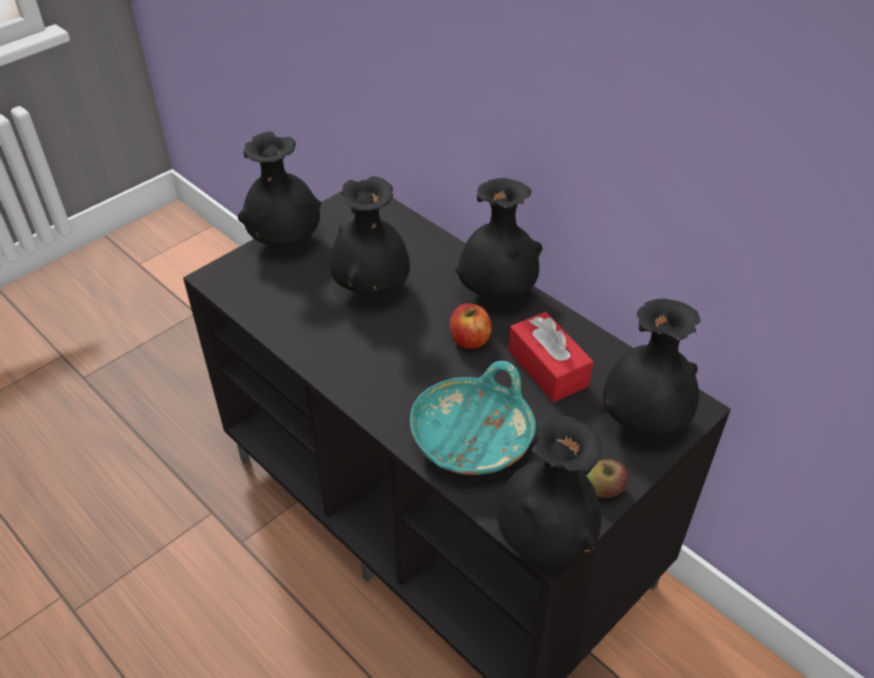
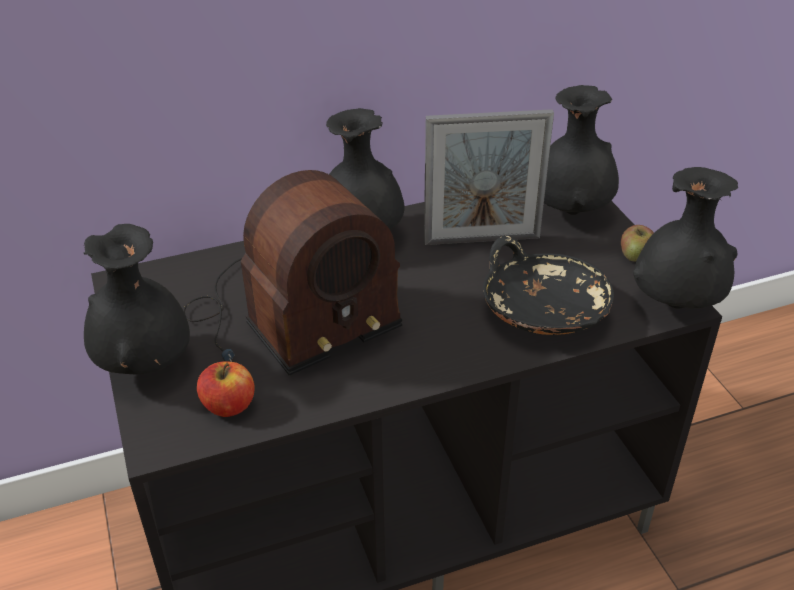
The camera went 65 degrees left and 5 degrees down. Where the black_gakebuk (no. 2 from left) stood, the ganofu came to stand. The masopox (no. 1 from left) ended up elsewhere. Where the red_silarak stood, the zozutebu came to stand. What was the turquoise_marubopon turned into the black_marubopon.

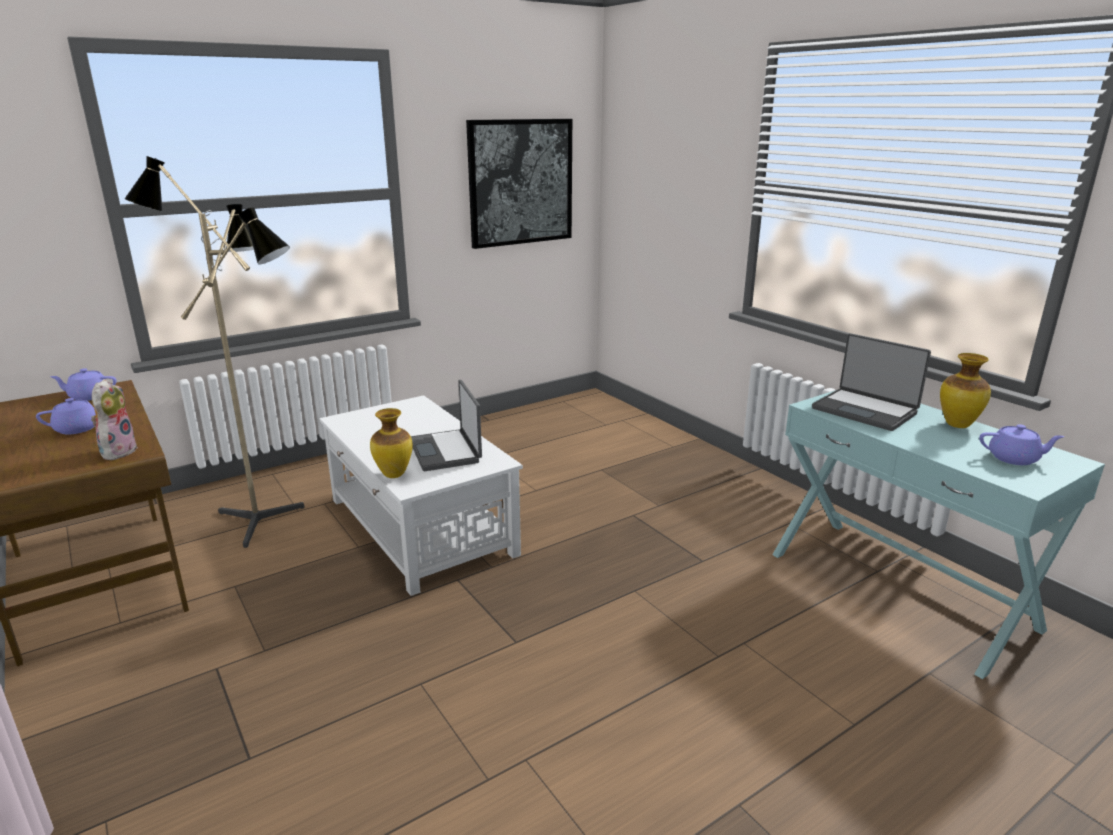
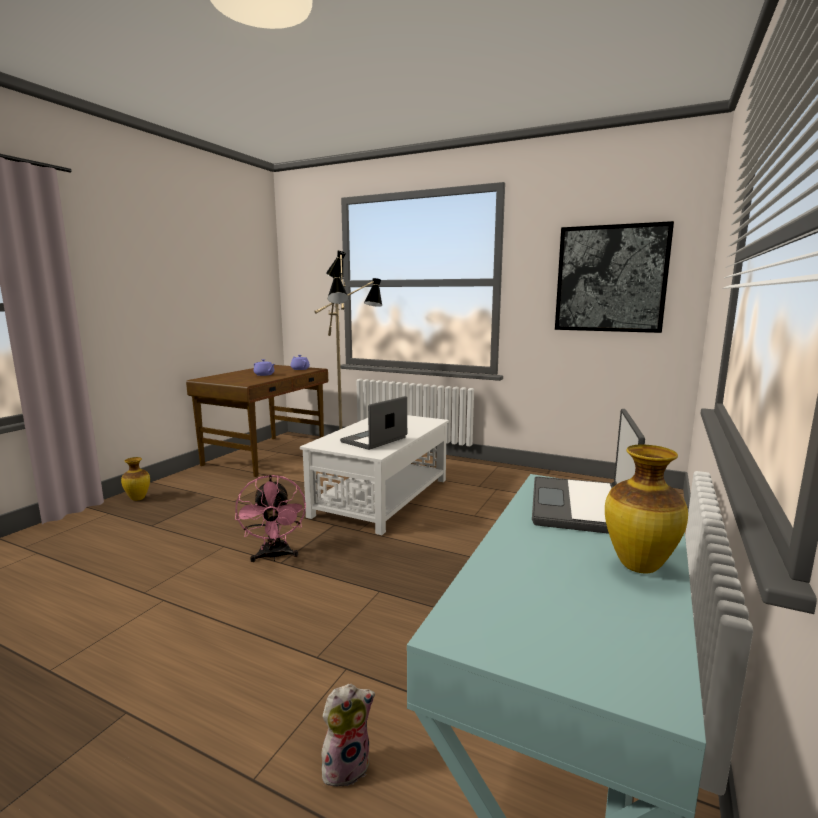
The camera went 60 degrees right and 10 degrees down. The gakebuk (no. 1 from left) ended up elsewhere. The second view gained the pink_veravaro. The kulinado ended up elsewhere. The second view lost the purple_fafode (no. 3 from left).

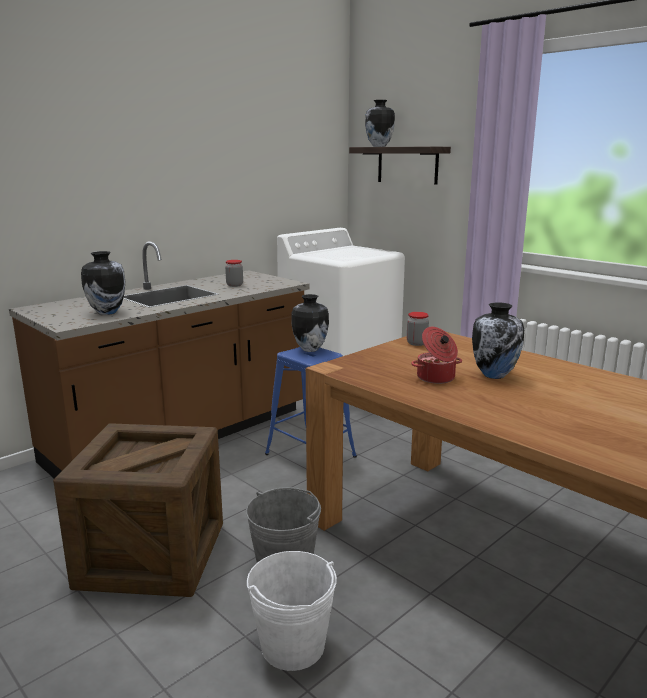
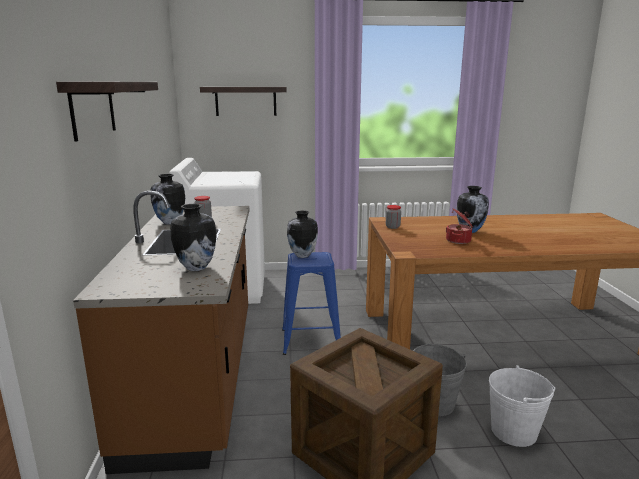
The camera went 50 degrees left and 0 degrees up. The second view gained the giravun (no. 1 from left). The gakebuk (no. 3 from left in the first image) ended up elsewhere.

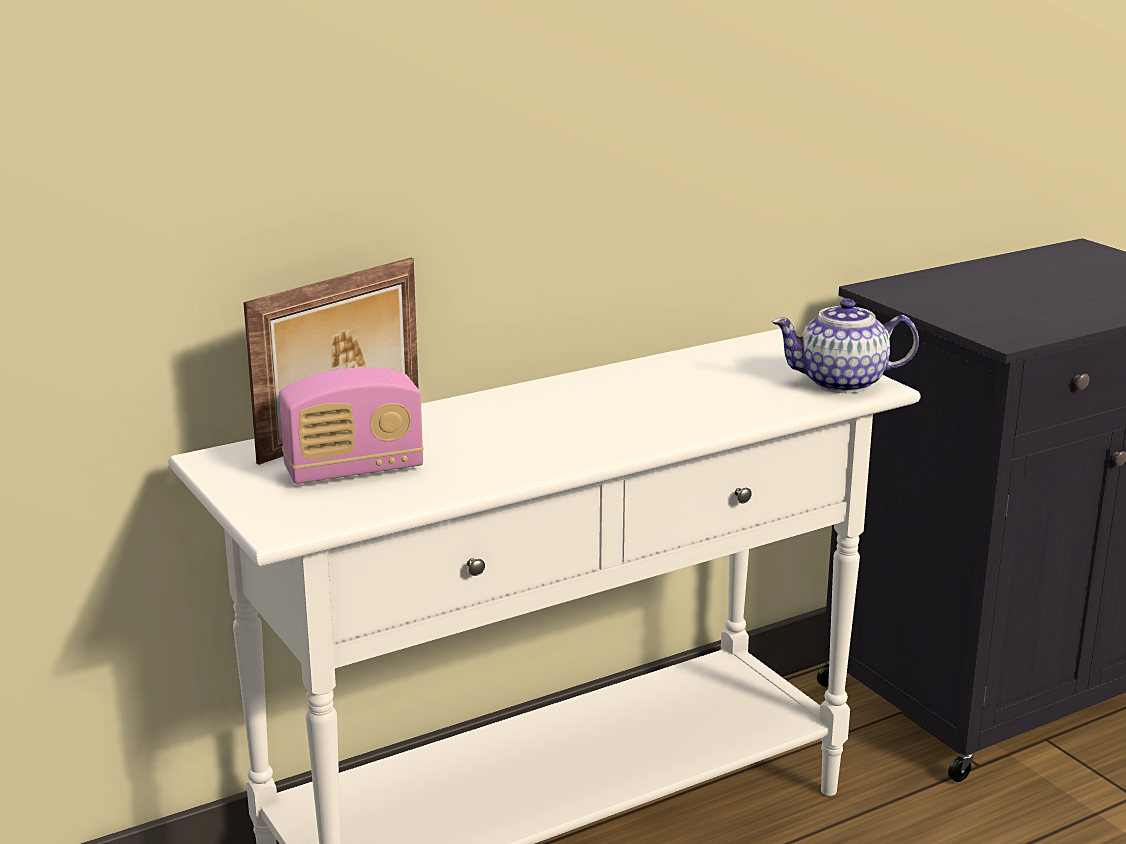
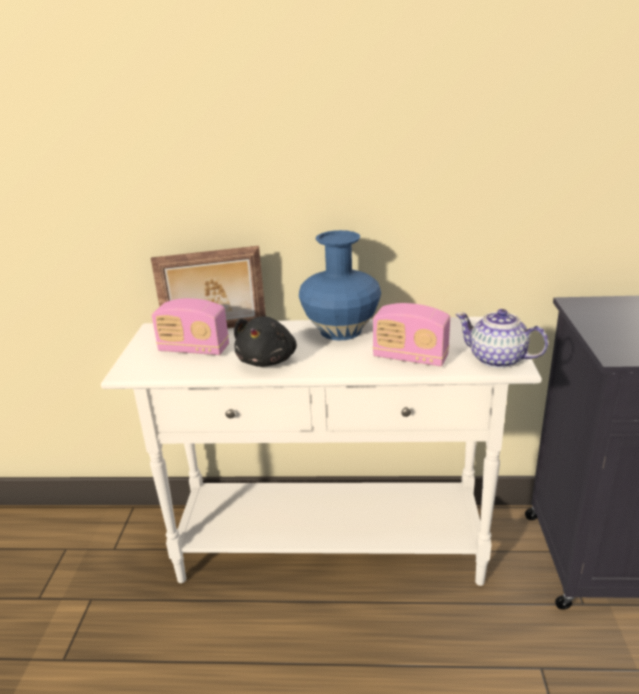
The camera went 35 degrees right and 5 degrees up. The second view gained the black_kulinado. The second view gained the blue_gakebuk. The second view gained the ganofu (no. 2 from left).

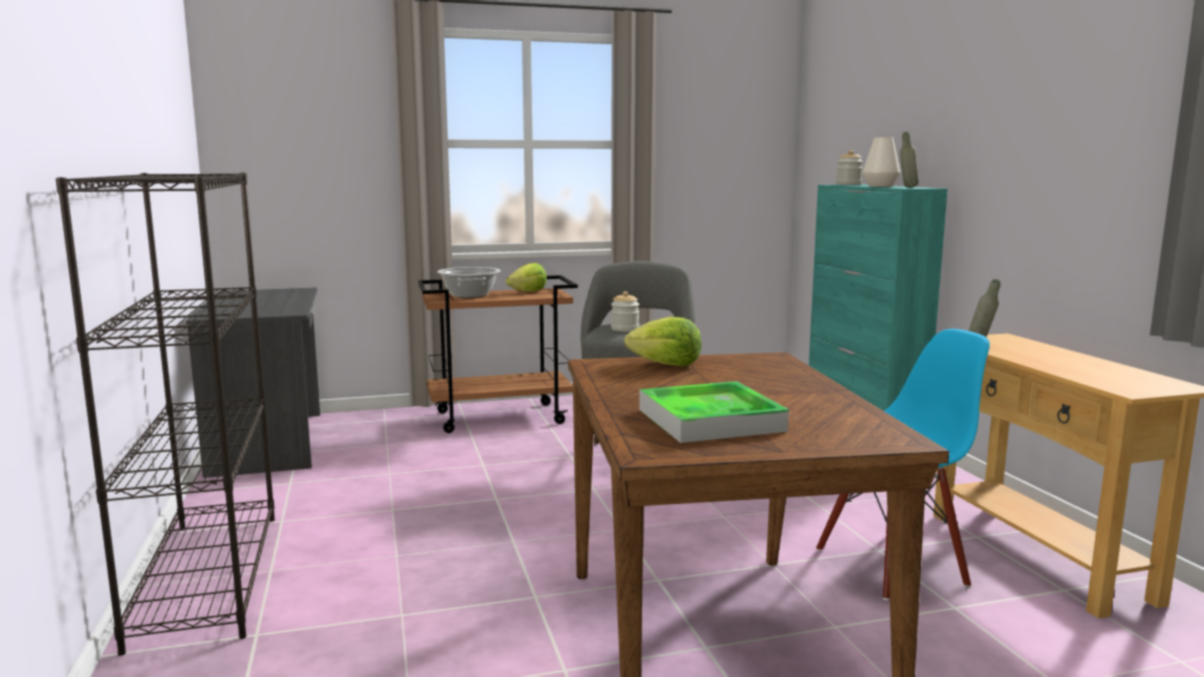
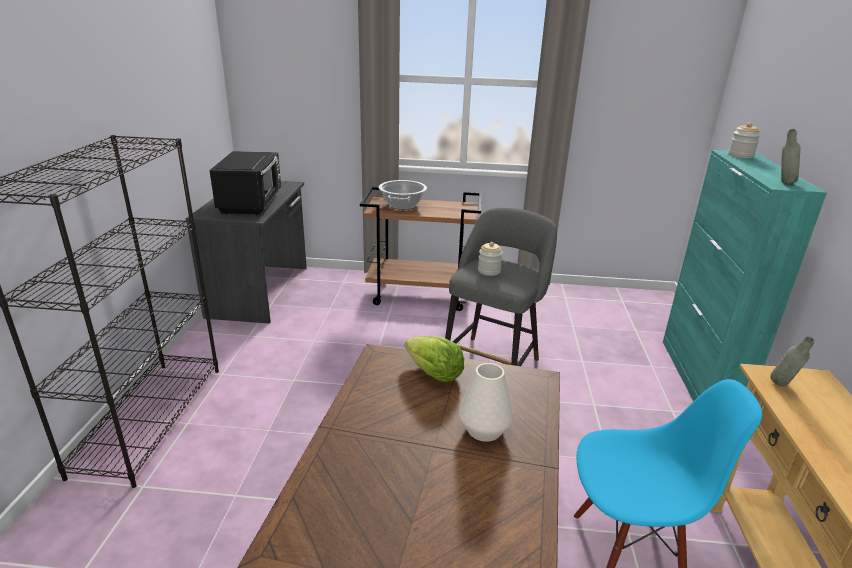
The camera went 20 degrees right and 15 degrees up. The second view gained the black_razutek. The white_gakebuk ended up elsewhere. The second view lost the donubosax (no. 1 from left). The second view lost the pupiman.

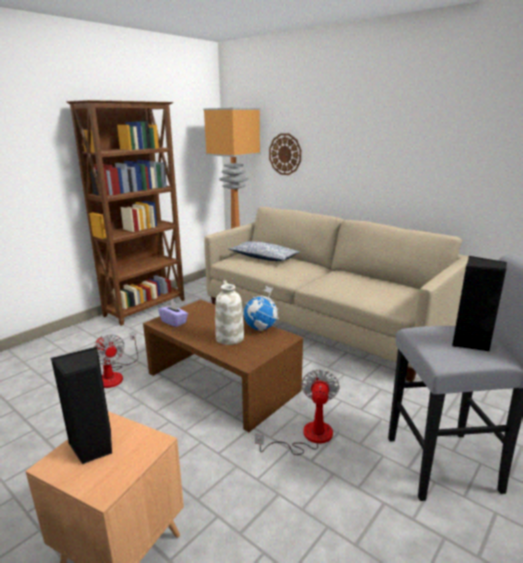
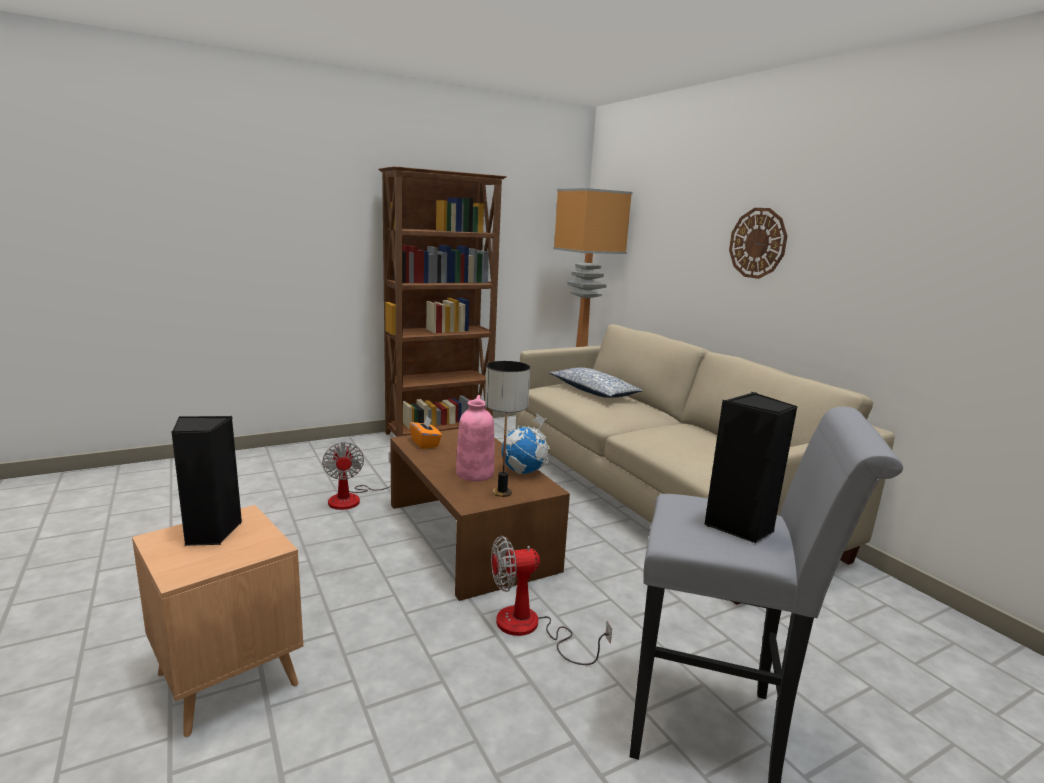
The camera went 20 degrees right and 5 degrees down. What was the purple_silarak turned into the orange_silarak. What was the white_gakebuk turned into the pink_gakebuk. The second view gained the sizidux. The veravaro (no. 2 from left) ended up facing another way, 135 degrees counterclockwise from before. The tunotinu ended up elsewhere.

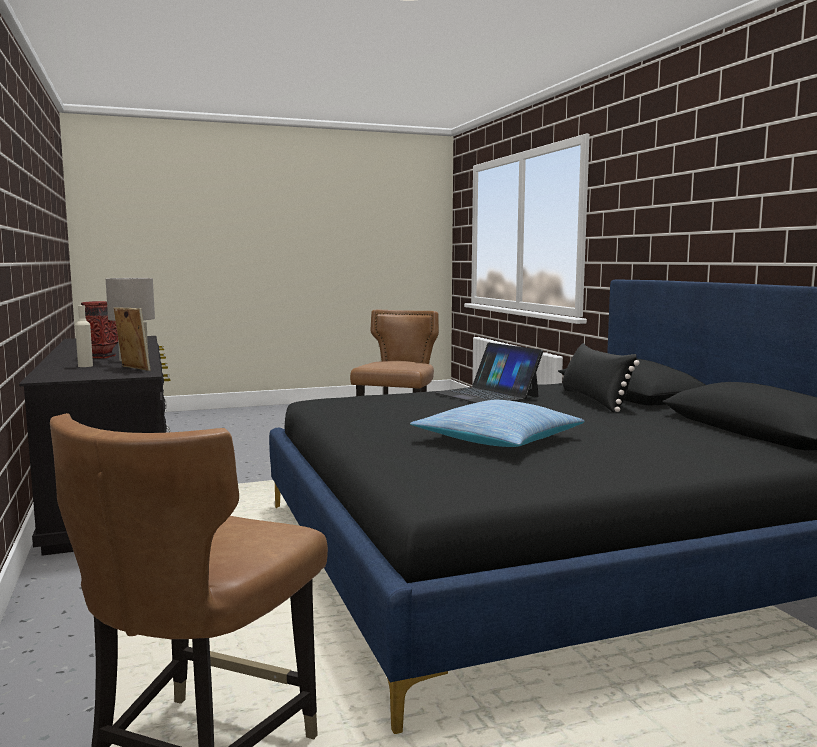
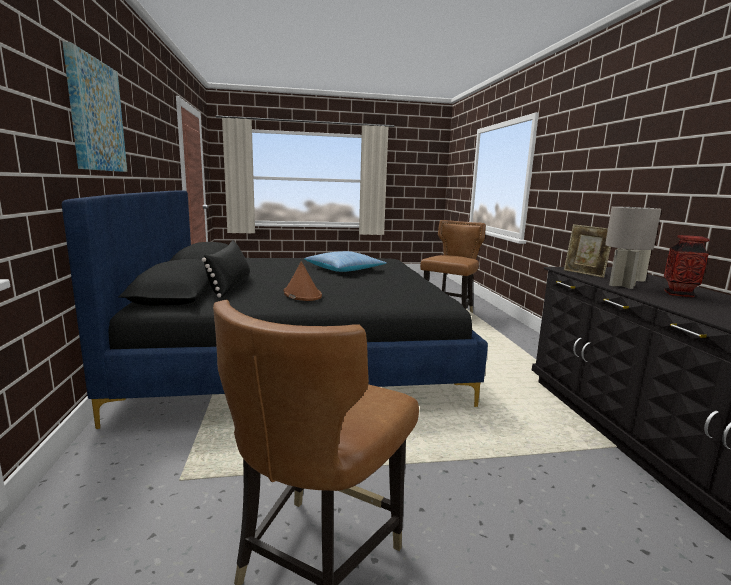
The camera went 170 degrees left and 5 degrees up. The second view gained the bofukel. Where the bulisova stood, the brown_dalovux came to stand.

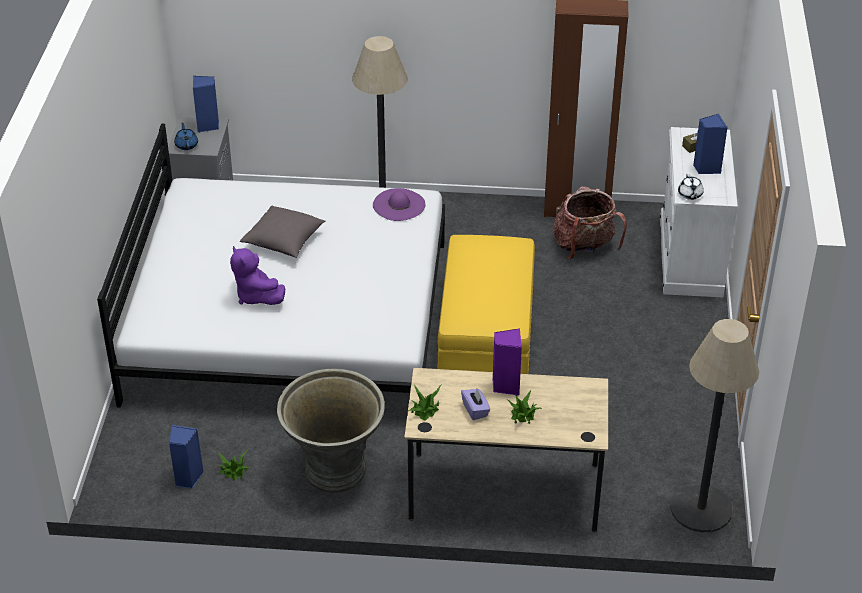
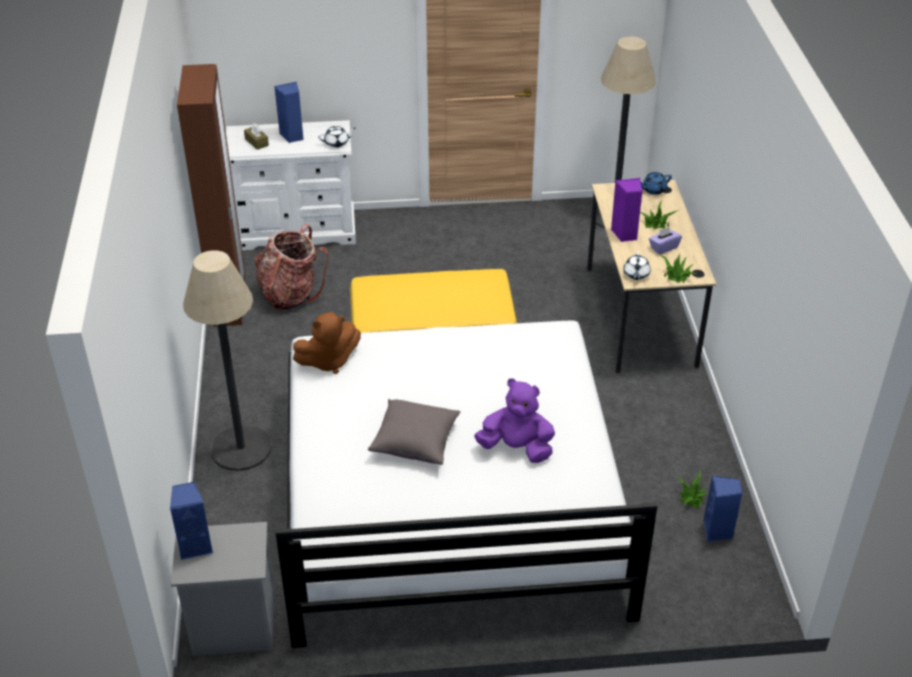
The camera went 100 degrees left and 0 degrees up. Where the purple_dalovux stood, the brown_kulinado came to stand. The purple_kulinado ended up facing another way, 120 degrees counterclockwise from before. The second view gained the white_fafode (no. 2 from left). The blue_fafode ended up elsewhere. The second view lost the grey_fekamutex.

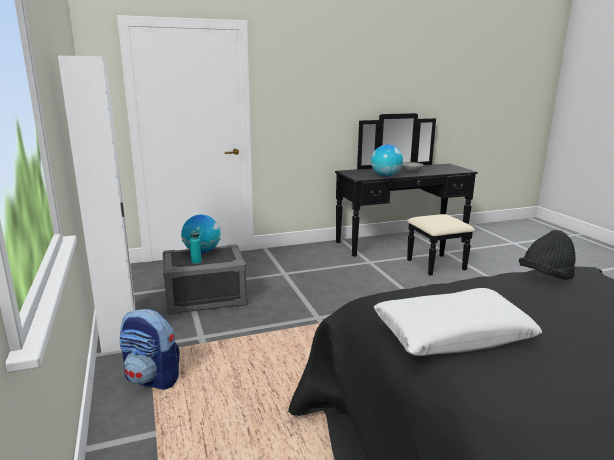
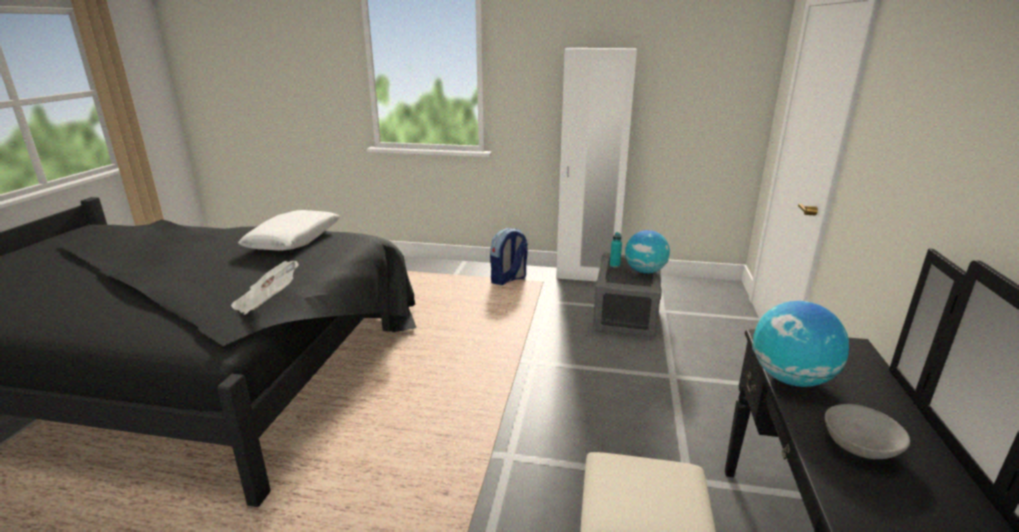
The camera went 120 degrees right and 5 degrees up. Where the black_dalovux stood, the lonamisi came to stand.

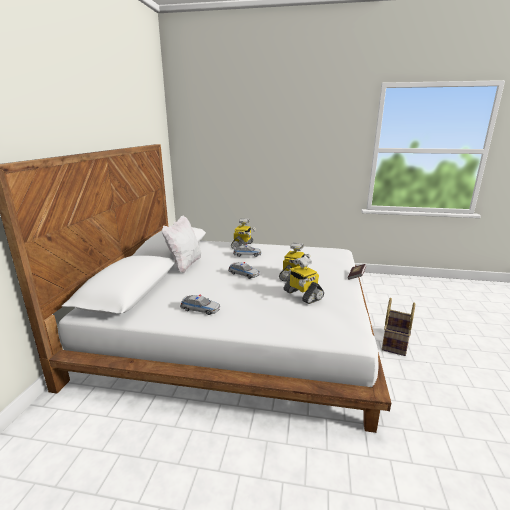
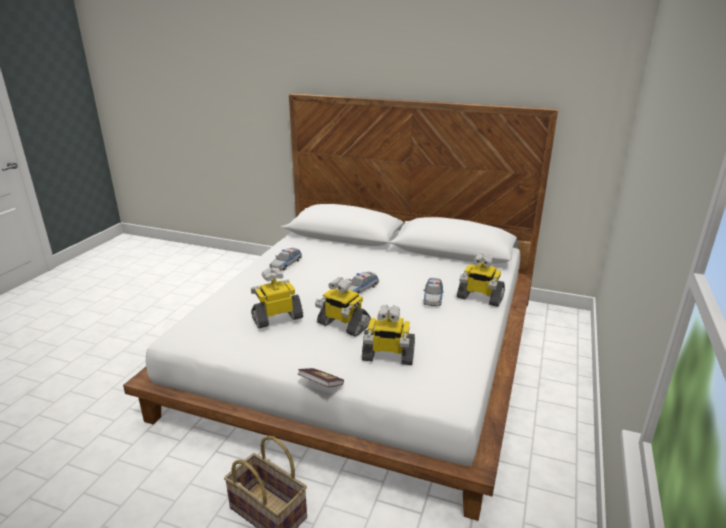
The camera went 100 degrees right and 5 degrees up. The second view gained the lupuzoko (no. 3 from left). The second view lost the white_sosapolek.

